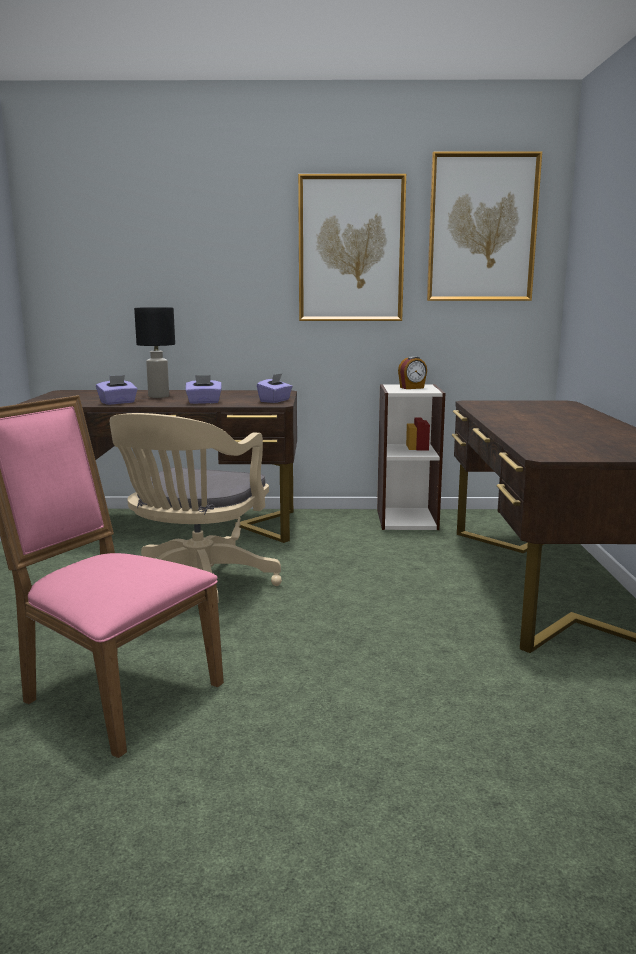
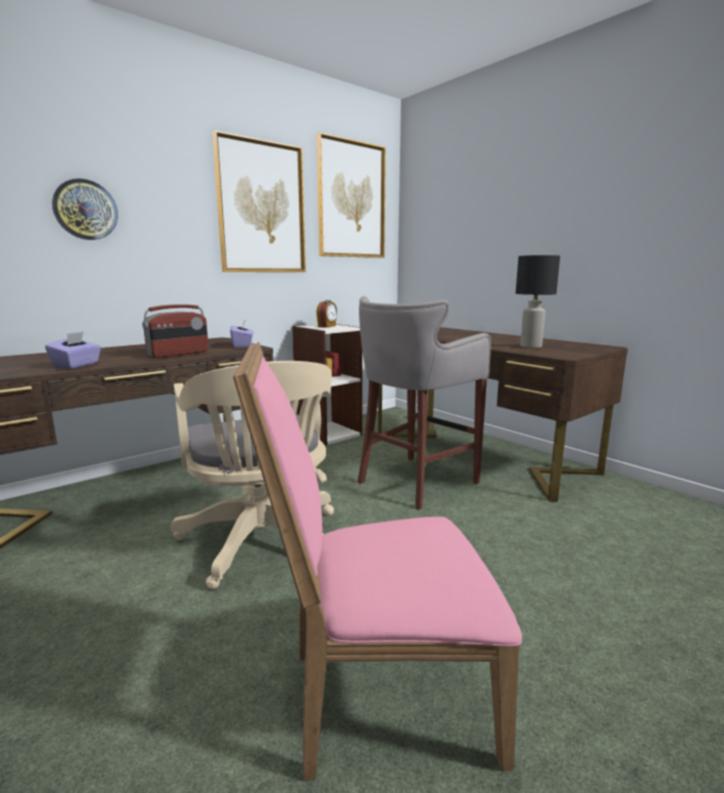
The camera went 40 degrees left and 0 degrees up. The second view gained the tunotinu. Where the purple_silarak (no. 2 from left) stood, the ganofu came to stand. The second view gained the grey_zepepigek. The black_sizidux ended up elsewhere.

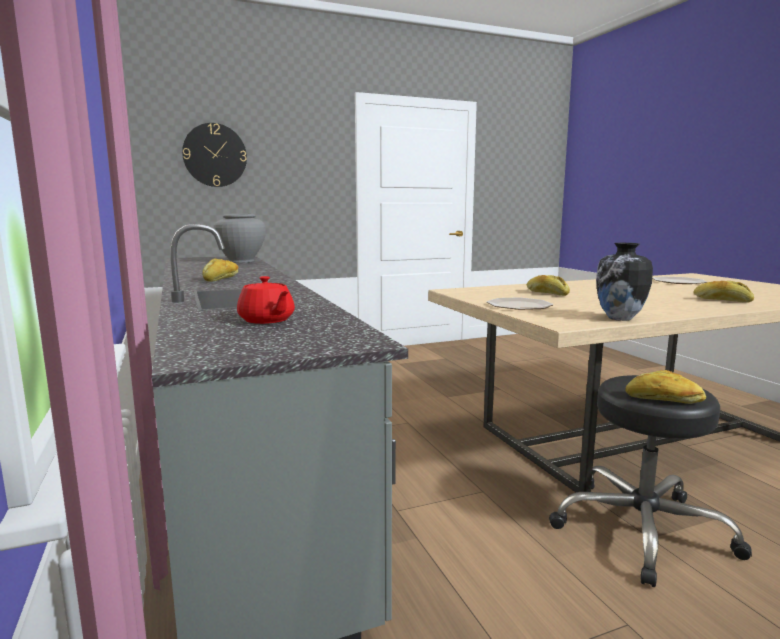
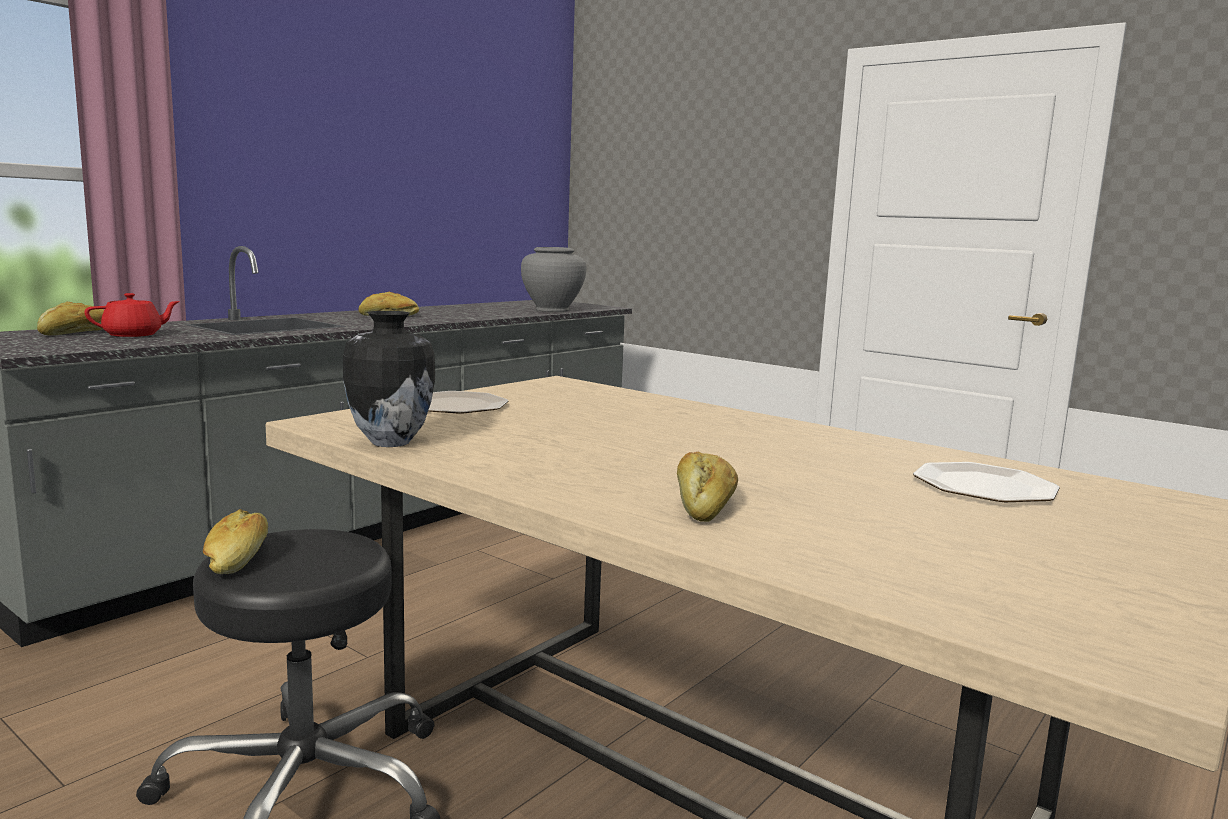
The camera went 60 degrees right and 0 degrees up. The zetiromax (no. 2 from left in the first image) ended up elsewhere. The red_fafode ended up facing another way, 150 degrees counterclockwise from before. The second view lost the tunotinu.

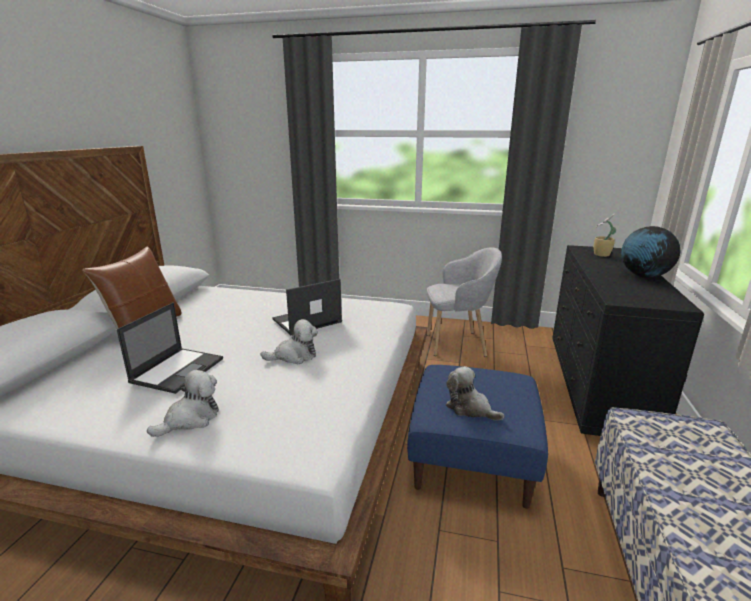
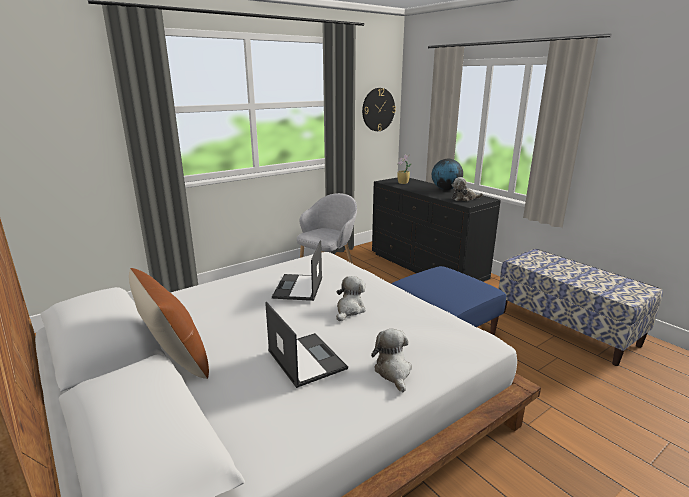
The camera went 50 degrees left and 0 degrees up. The second view gained the tunotinu. The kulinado (no. 3 from left) ended up elsewhere.

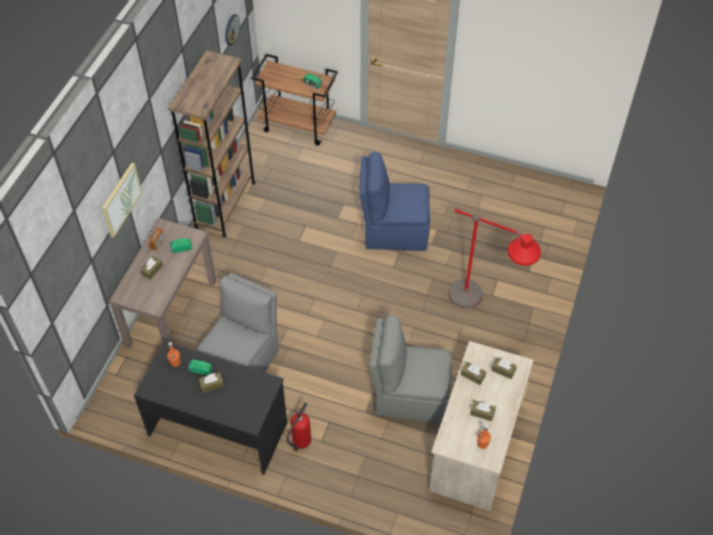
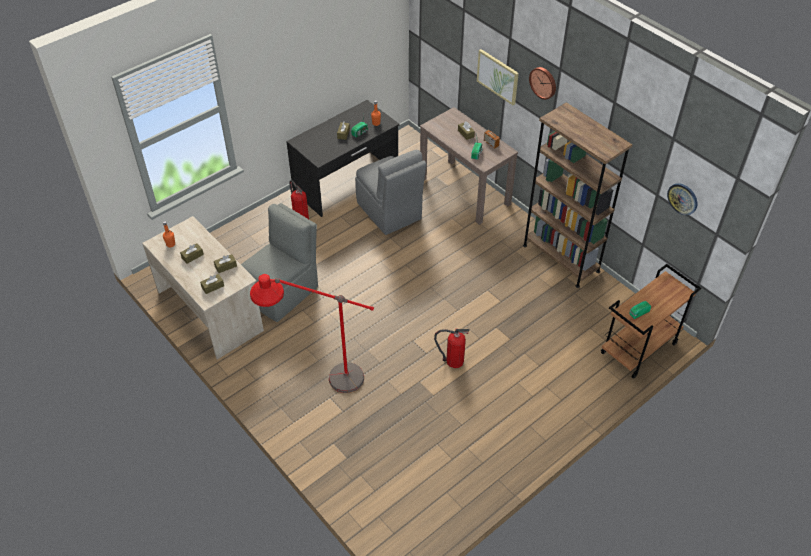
The camera went 120 degrees right and 5 degrees down. Where the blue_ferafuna stood, the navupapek (no. 2 from left) came to stand. The second view gained the tunotinu (no. 1 from left).

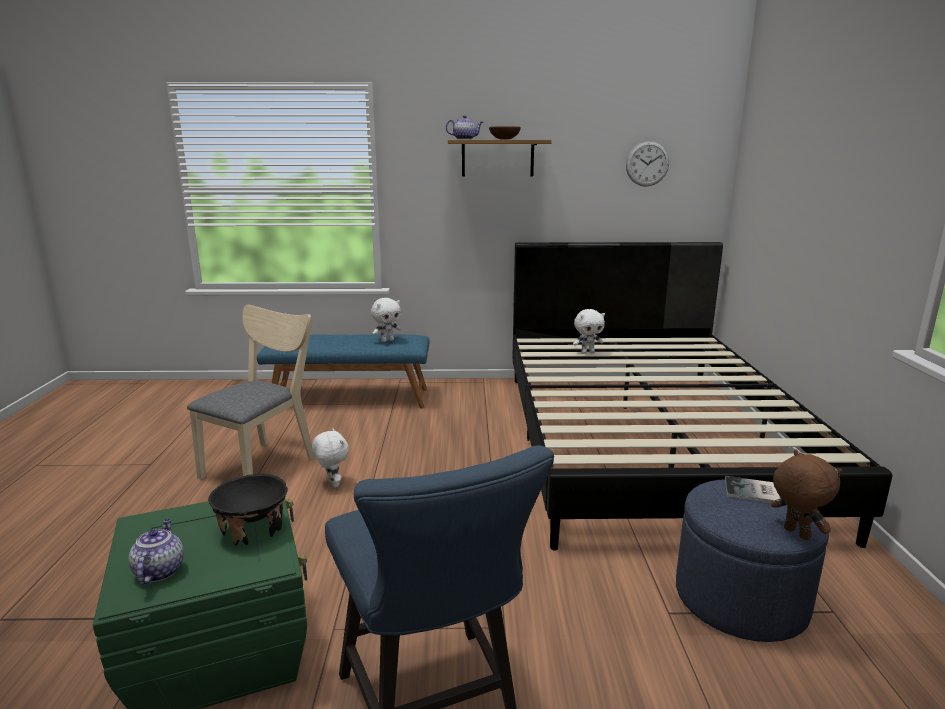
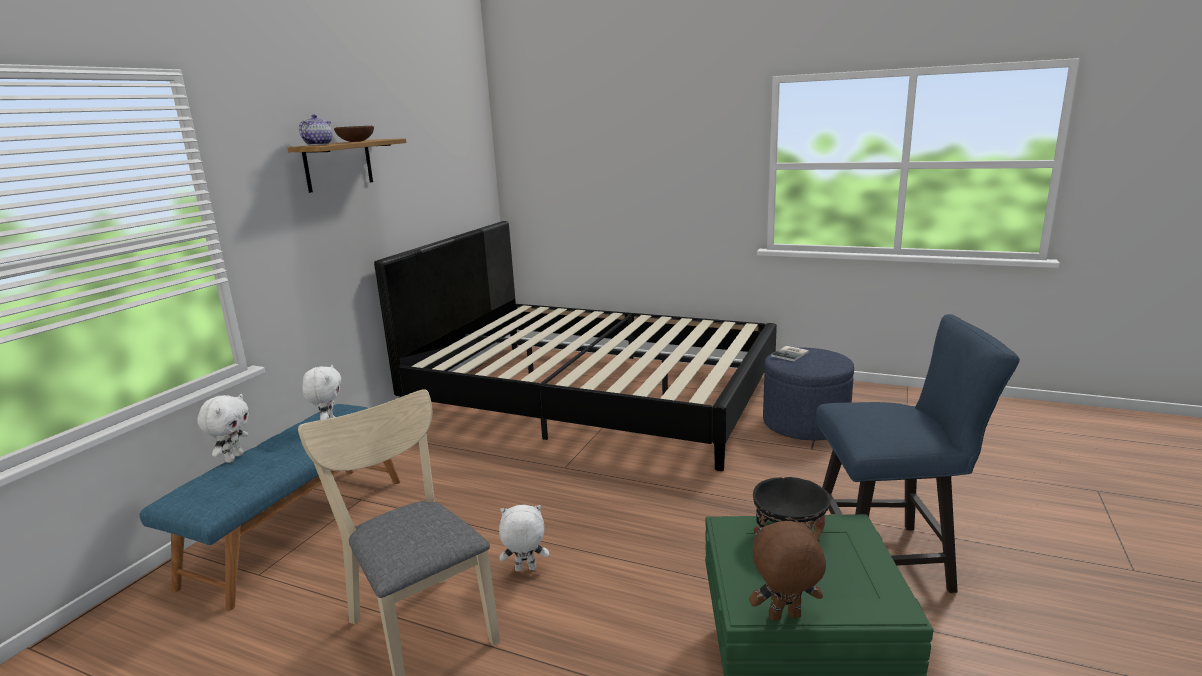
The camera went 65 degrees left and 0 degrees up. The white_kulinado (no. 3 from left in the first image) ended up elsewhere. The brown_kulinado ended up elsewhere. The second view lost the fafode (no. 1 from left). The second view lost the tunotinu.

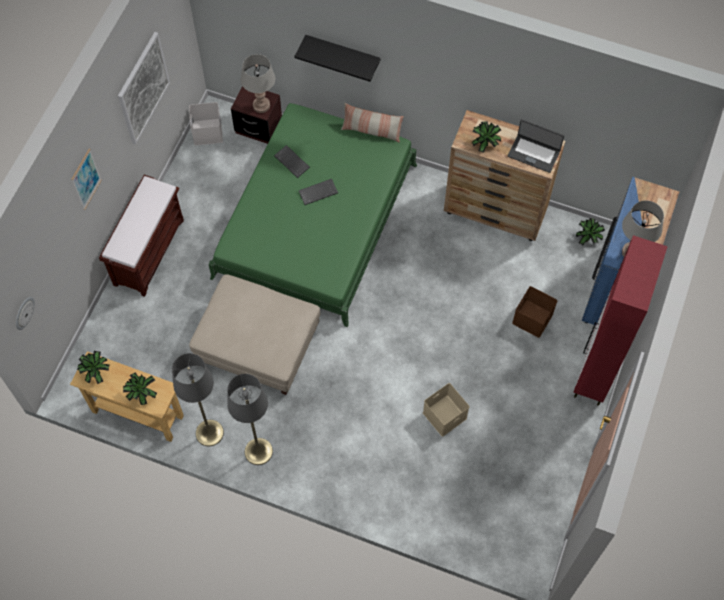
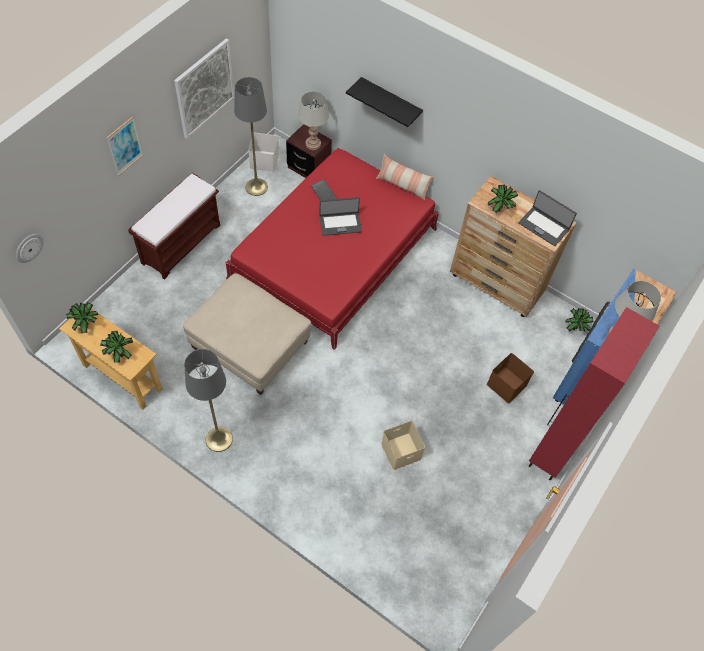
The camera went 10 degrees right and 5 degrees down. What was the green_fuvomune turned into the red_fuvomune. The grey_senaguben (no. 1 from left in the first image) ended up elsewhere. Where the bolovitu (no. 2 from left) stood, the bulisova (no. 1 from left) came to stand.

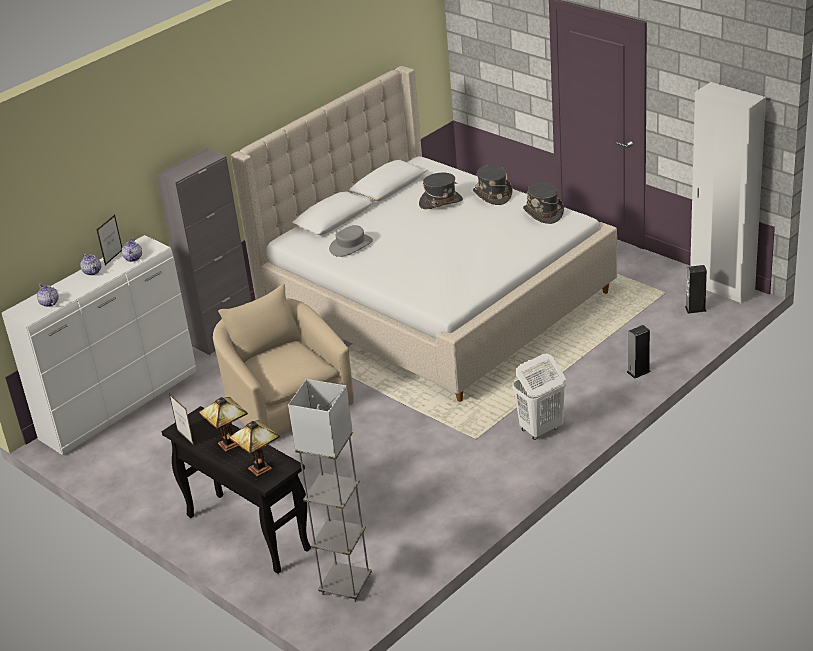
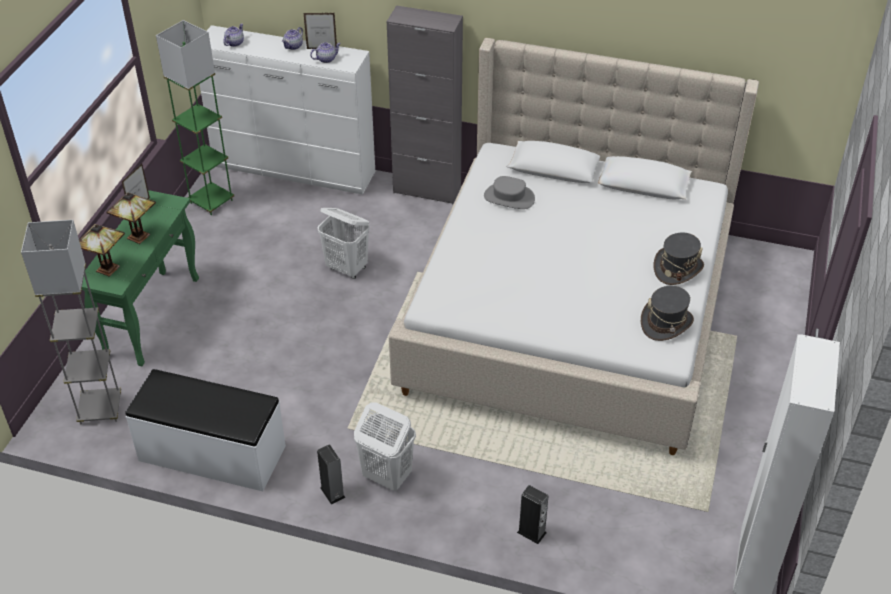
The camera went 60 degrees right and 10 degrees up. What was the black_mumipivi turned into the green_mumipivi. The second view gained the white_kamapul. The second view gained the green_senaguben. The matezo (no. 2 from left in the first image) ended up elsewhere. Where the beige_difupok stood, the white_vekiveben (no. 1 from left) came to stand. The second view lost the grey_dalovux (no. 2 from left).

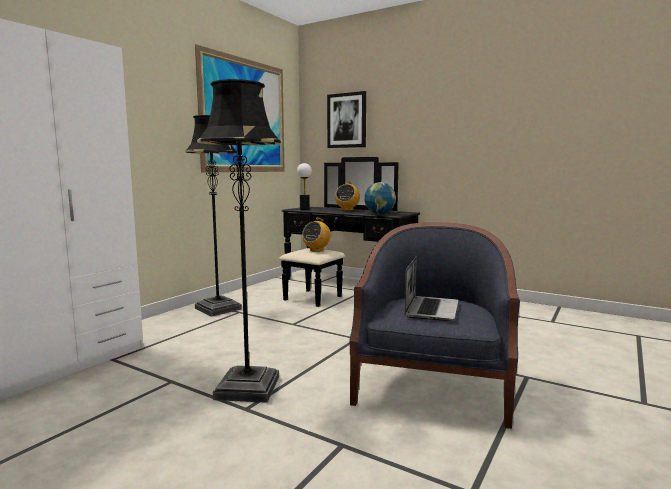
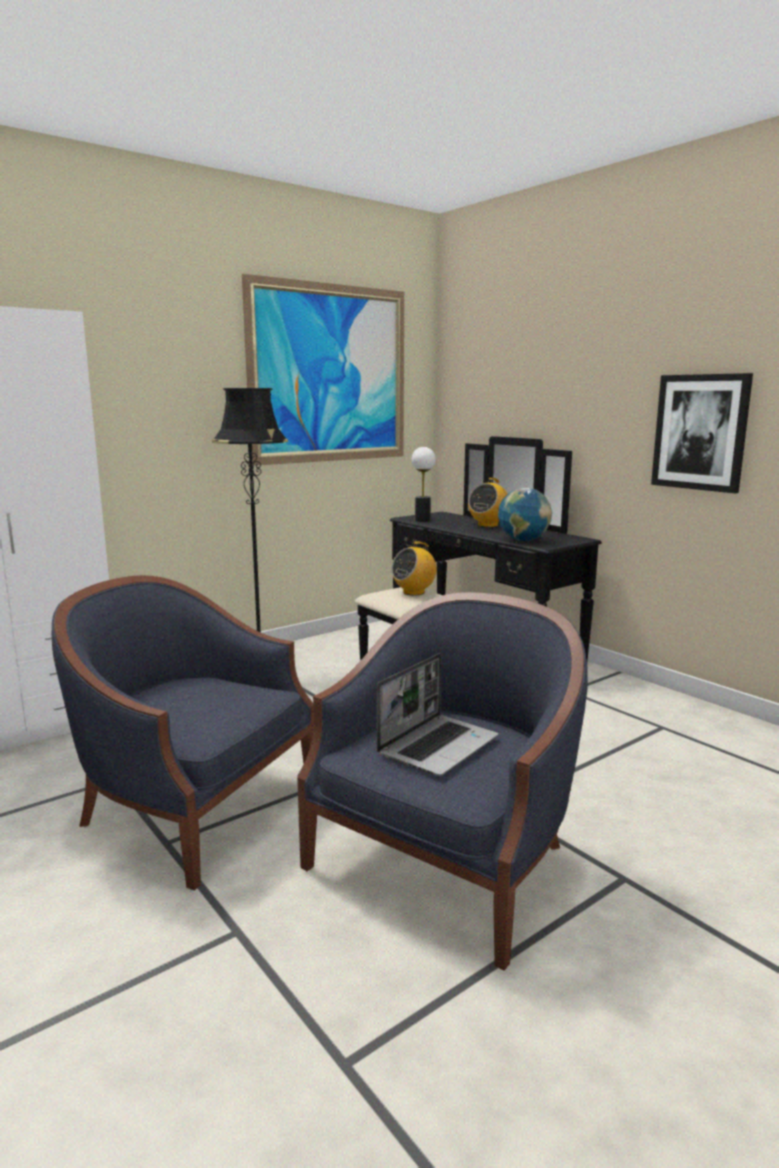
The camera went 20 degrees right and 5 degrees up. Where the black_senaguben (no. 2 from left) stood, the blue_difupok (no. 1 from left) came to stand. The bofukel (no. 2 from left) ended up elsewhere.

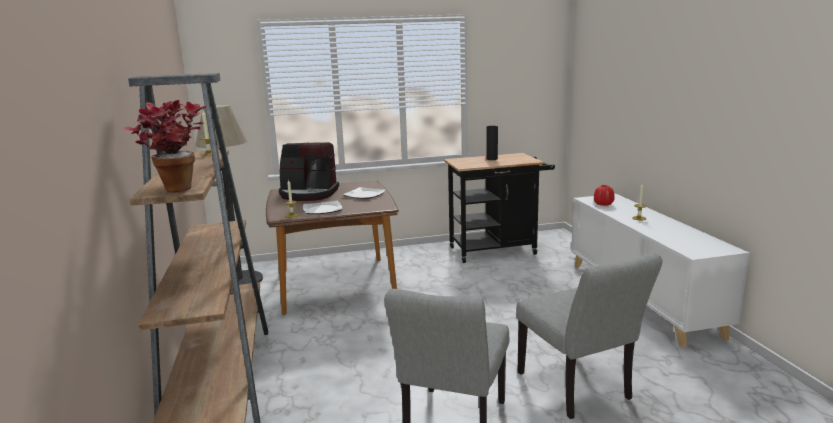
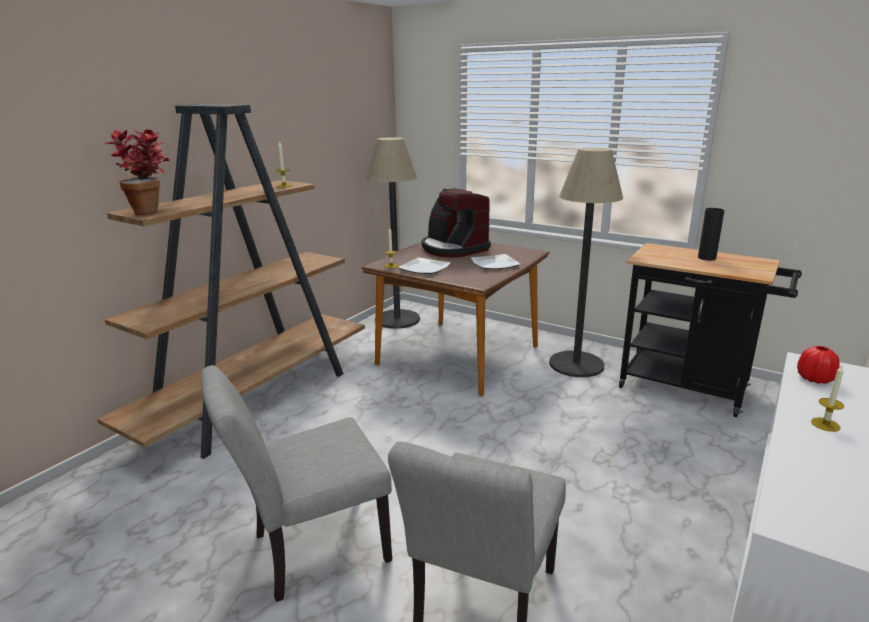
The camera went 45 degrees right and 5 degrees up. The second view gained the senaguben (no. 2 from left).

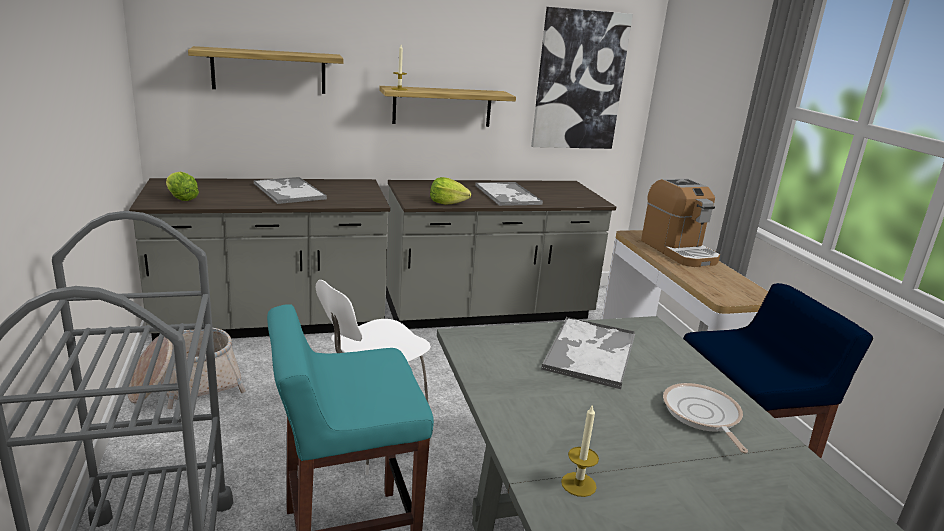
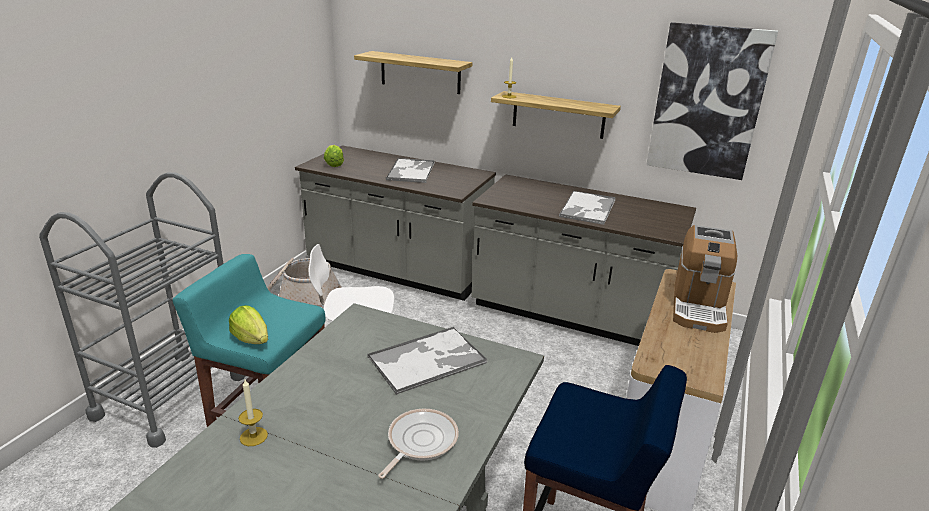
The camera went 40 degrees right and 5 degrees up. The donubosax (no. 2 from left in the first image) ended up elsewhere.

